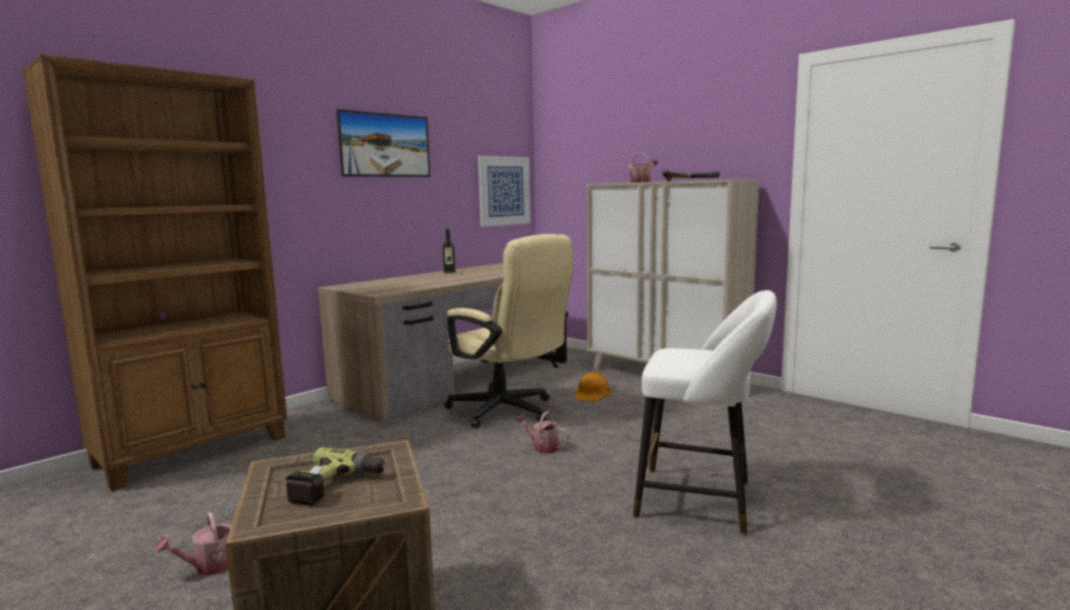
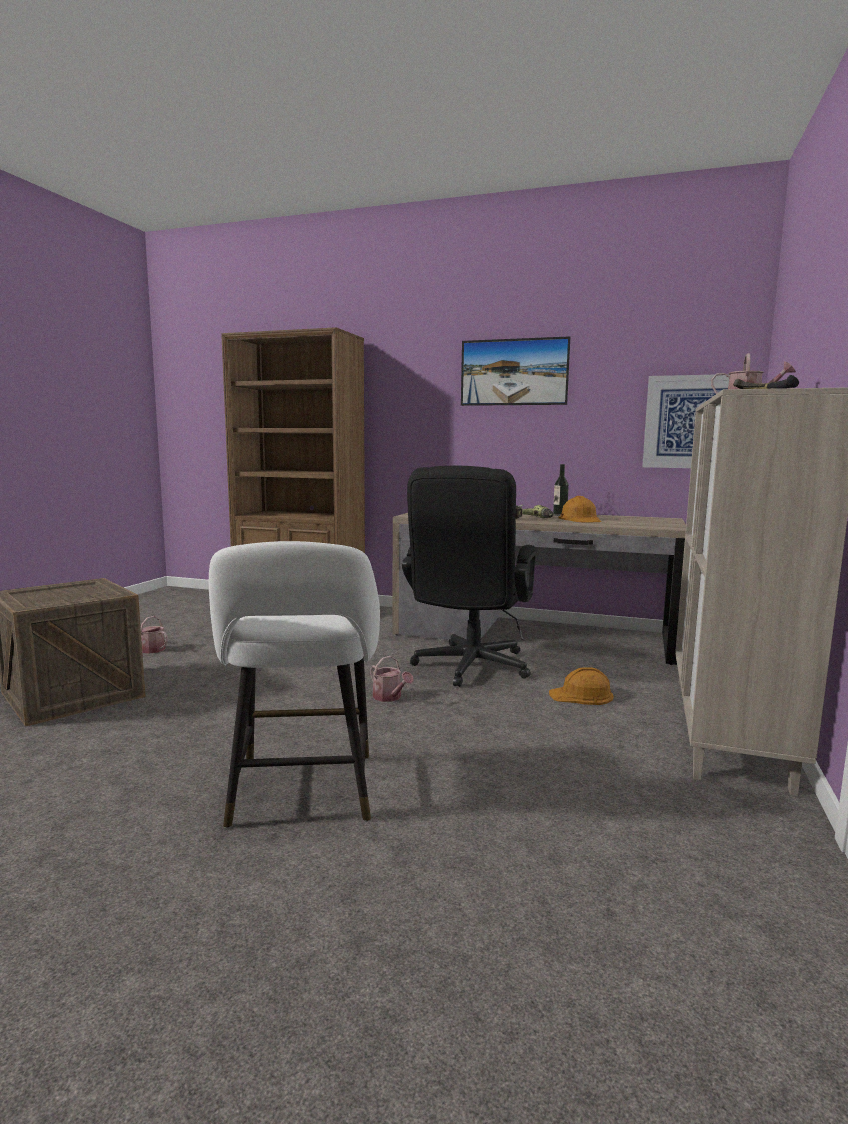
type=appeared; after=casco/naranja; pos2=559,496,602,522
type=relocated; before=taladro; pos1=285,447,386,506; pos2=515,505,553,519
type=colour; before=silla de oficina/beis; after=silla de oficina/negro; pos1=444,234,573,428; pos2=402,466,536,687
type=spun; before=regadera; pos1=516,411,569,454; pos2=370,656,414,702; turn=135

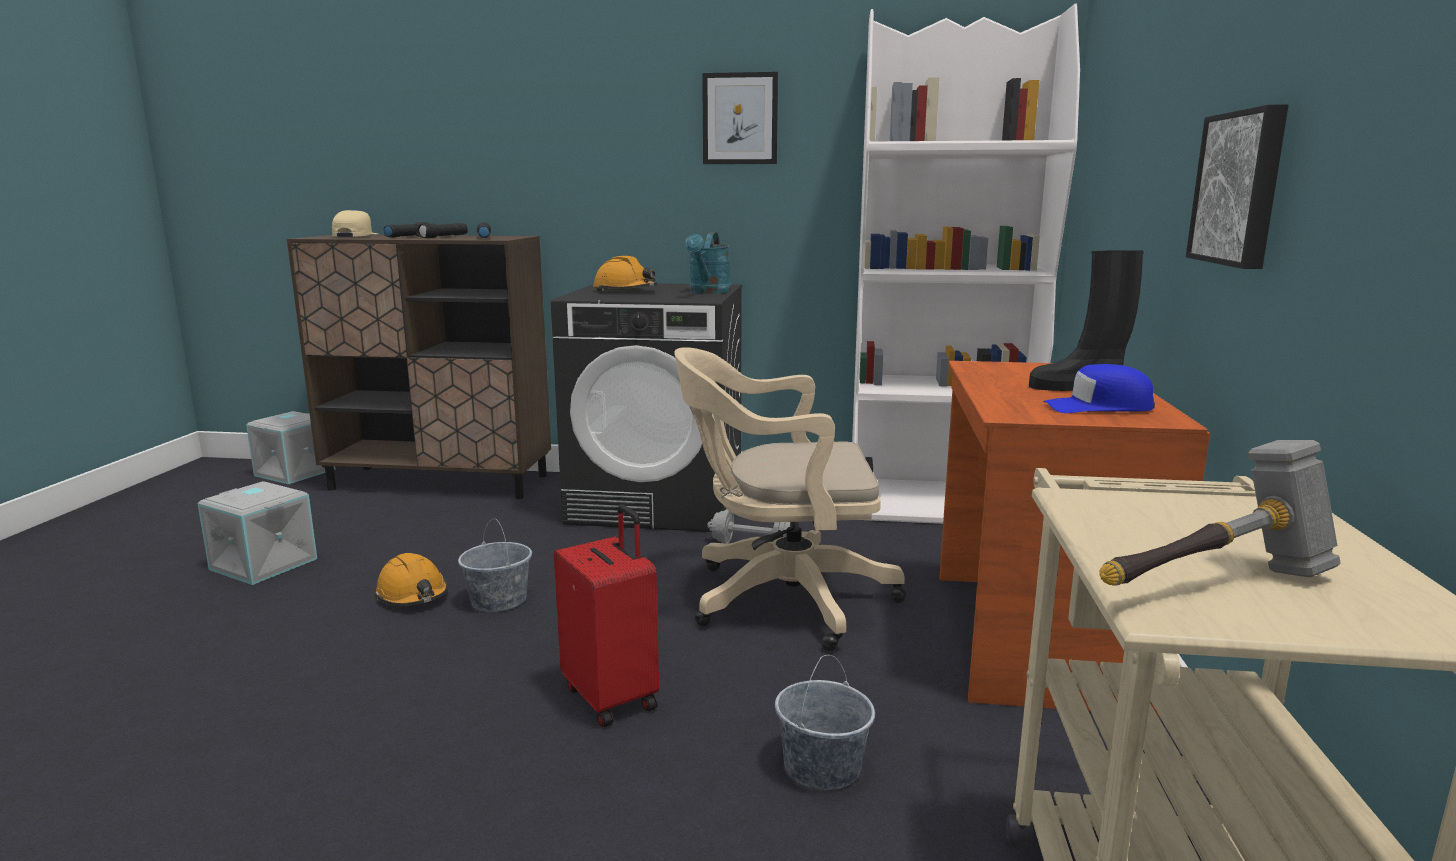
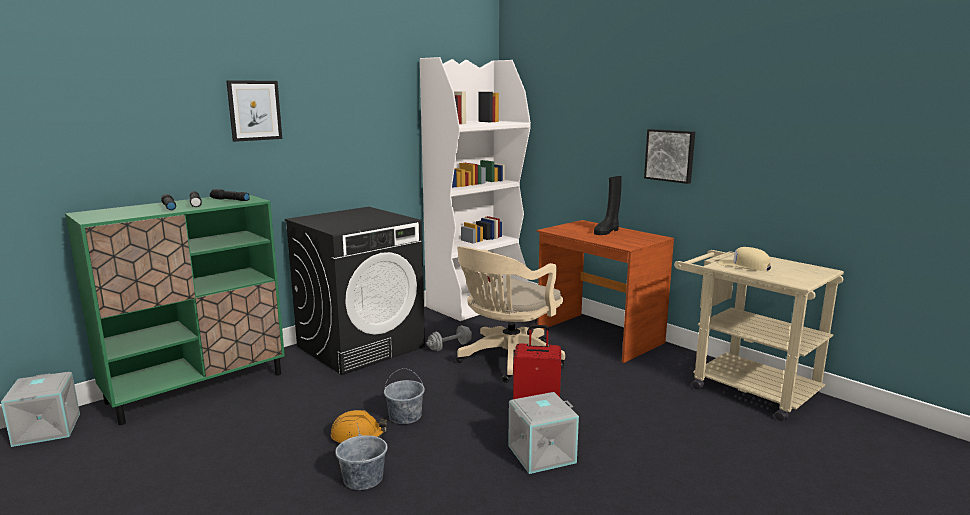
type=missing; before=casco/naranja; pos1=593,256,657,291
type=missing; before=regadera/turquesa; pos1=685,232,731,294
type=missing; before=gorra/azul; pos1=1043,364,1155,413
type=missing; before=martillo; pos1=1100,440,1341,586
type=relocated; before=caja de almacenaje/gris; pos1=197,481,317,585; pos2=508,392,579,474
type=relocated; before=gorra/beis; pos1=332,210,381,237; pos2=720,247,771,271
type=relocated; before=cuadro; pos1=702,72,778,164; pos2=226,80,282,142
type=relocated; before=cubo/gris; pos1=775,655,875,790; pos2=335,423,387,490
type=colour; before=armario/marrón; after=armario/verde; pos1=287,235,551,499; pos2=65,195,285,425

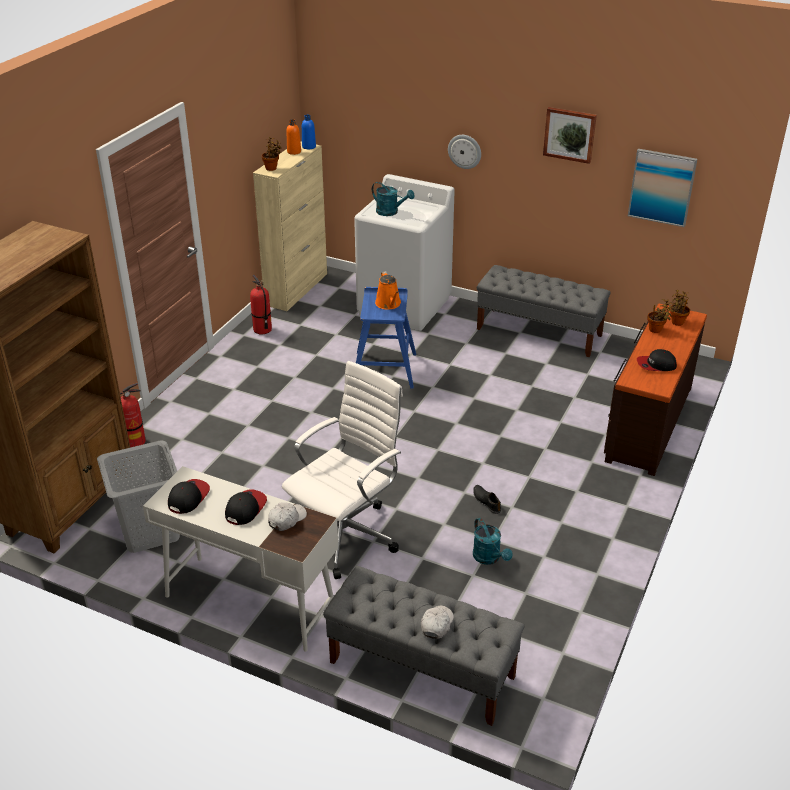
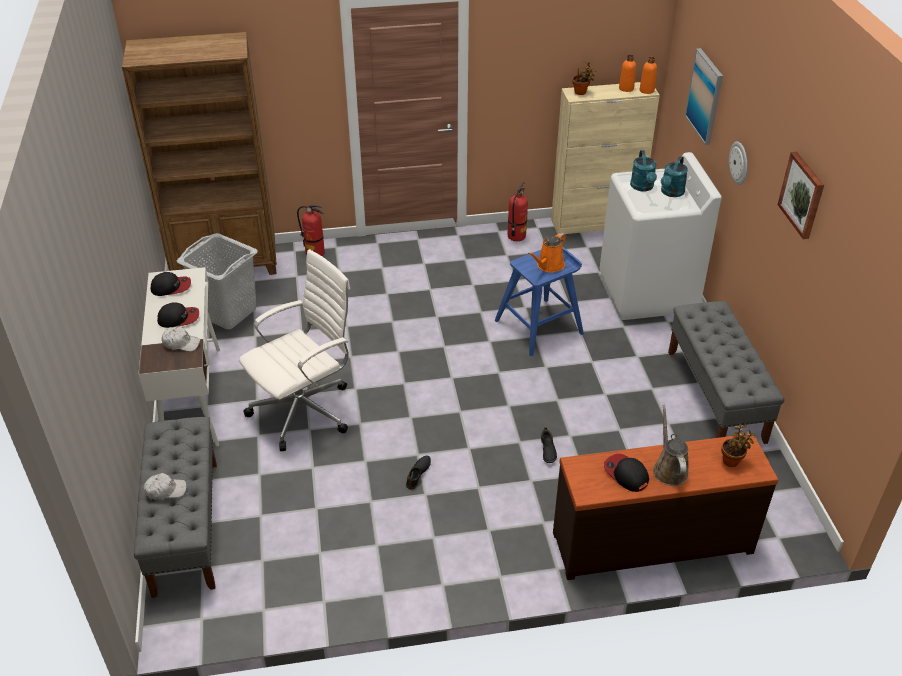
type=missing; before=planta en maceta; pos1=647,299,674,333
type=appeared; after=zapato/negro; pos2=541,427,557,463
type=appeared; after=regadera/marrón; pos2=653,405,689,486
type=relocated; before=regadera/turquesa; pos1=473,518,513,565; pos2=661,156,688,197
type=relocated; before=cuadro; pos1=628,149,697,227; pos2=685,48,723,145
type=colour; before=botella/azul; after=botella/naranja; pos1=302,115,316,149; pos2=640,57,657,94
type=spun; before=silla de oficina/blanco; pos1=282,361,403,579; pos2=239,249,350,451; turn=-45

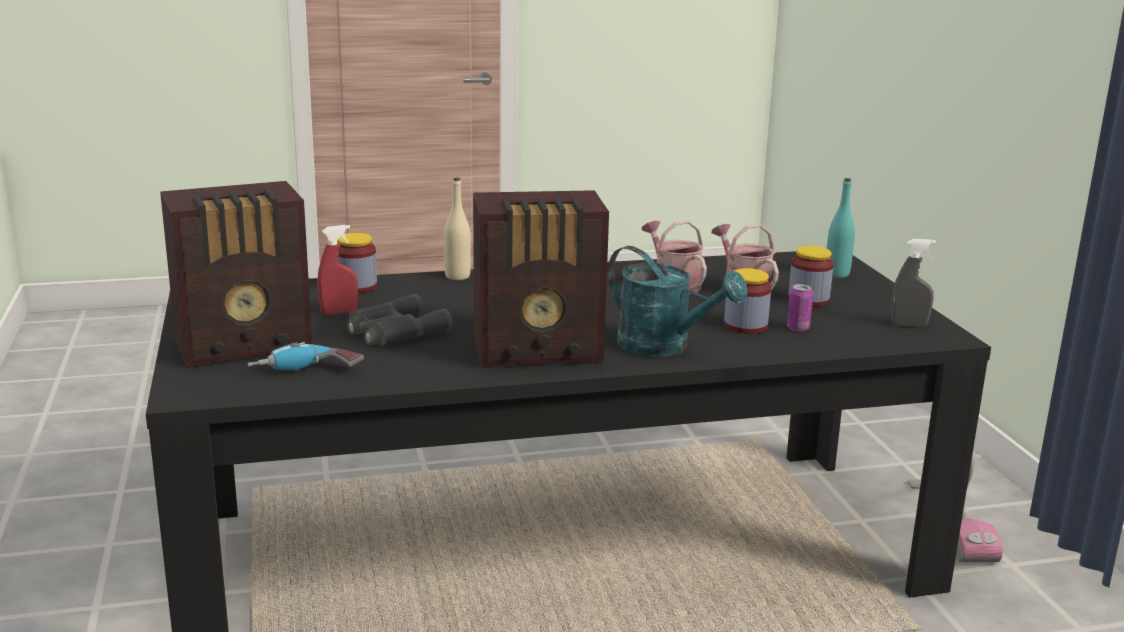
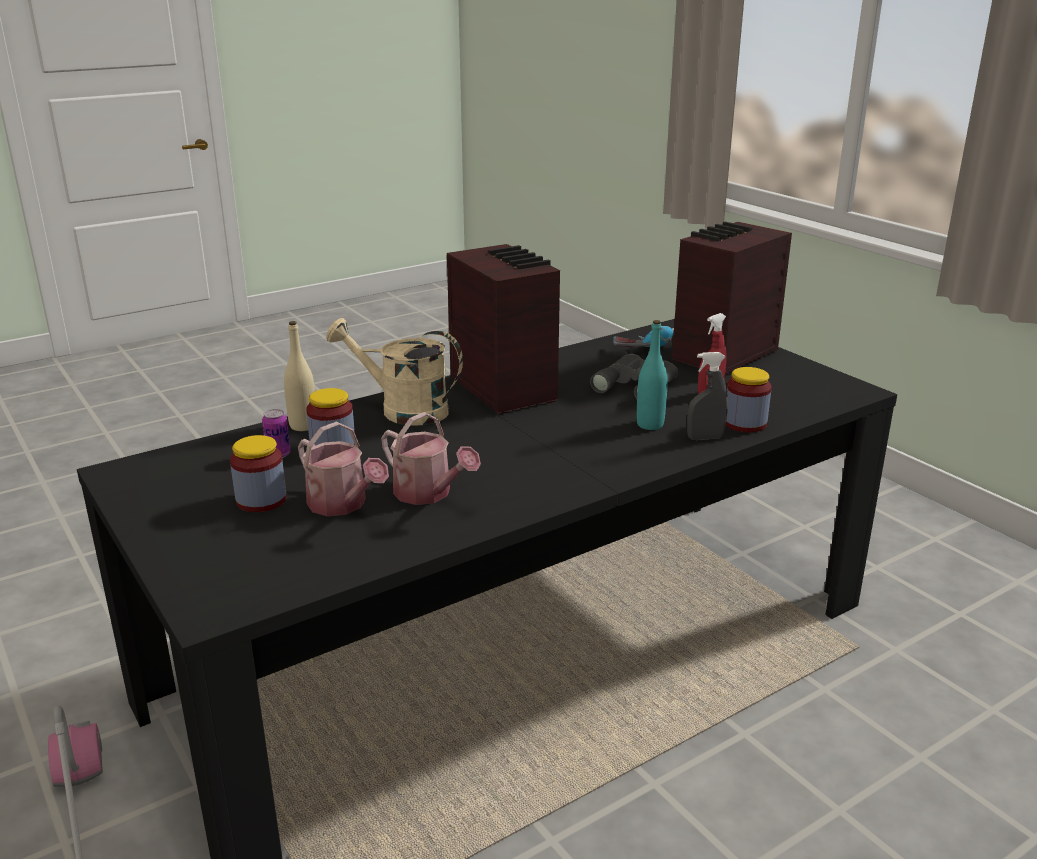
type=relocated; before=botella/beis; pos1=444,177,471,280; pos2=284,321,315,431
type=relocated; before=botella/turquesa; pos1=827,178,855,278; pos2=637,320,668,430
type=relocated; before=pulverizador/gris; pos1=891,239,936,327; pos2=687,352,728,440
type=colour; before=regadera/turquesa; after=regadera/beis; pos1=608,246,748,357; pos2=326,318,463,425
type=spun; before=radio; pos1=473,190,609,368; pos2=447,244,560,414; turn=90

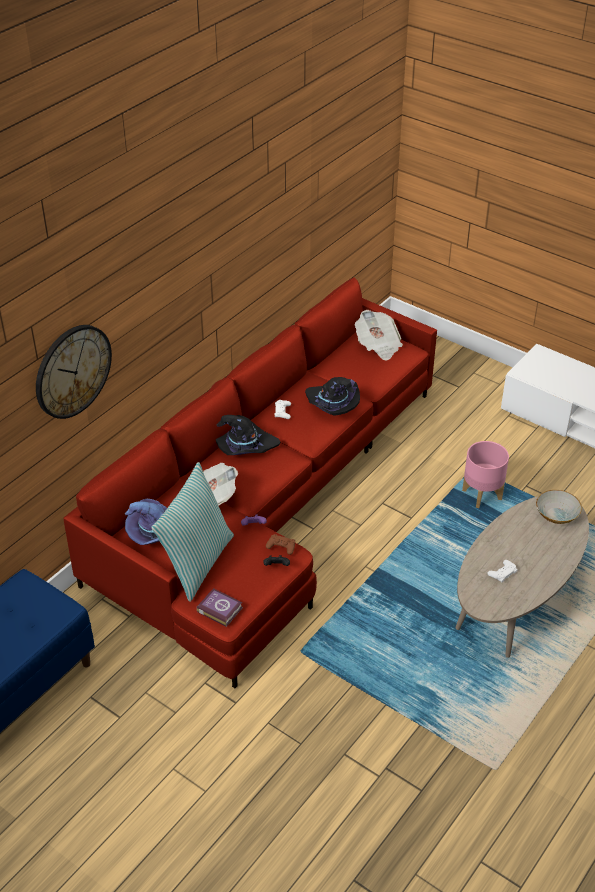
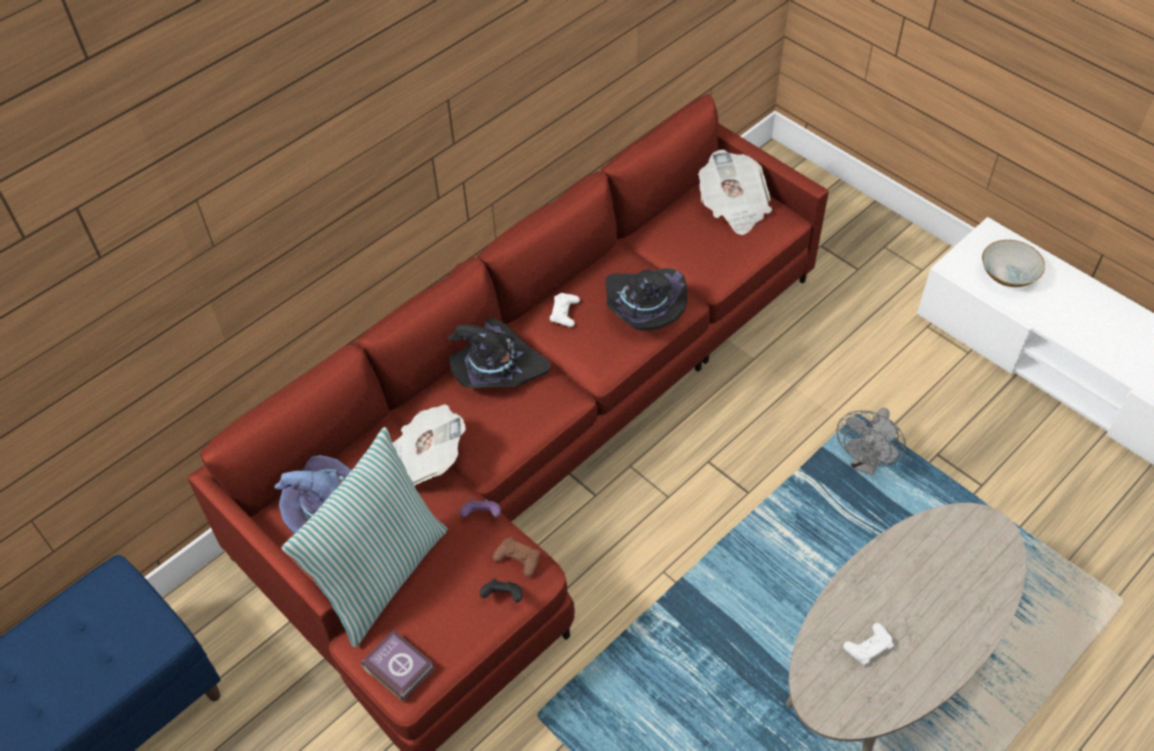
type=missing; before=reloj de pared; pos1=36,325,112,419
type=relocated; before=cuenco; pos1=536,490,582,524; pos2=982,240,1045,287
type=exchanged; before=maceta/rosa; after=ventilador/gris; pos1=462,441,509,508; pos2=837,408,906,476

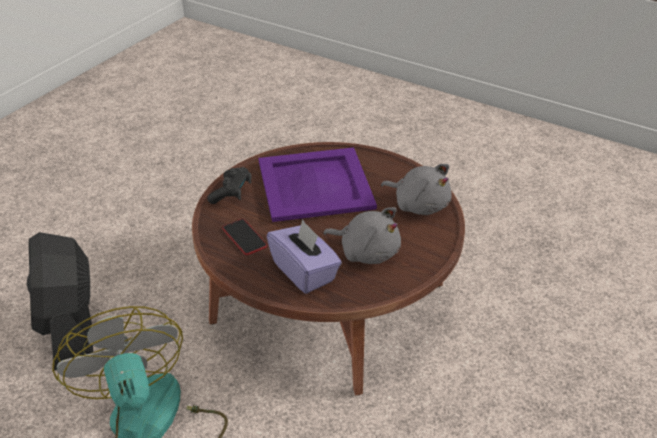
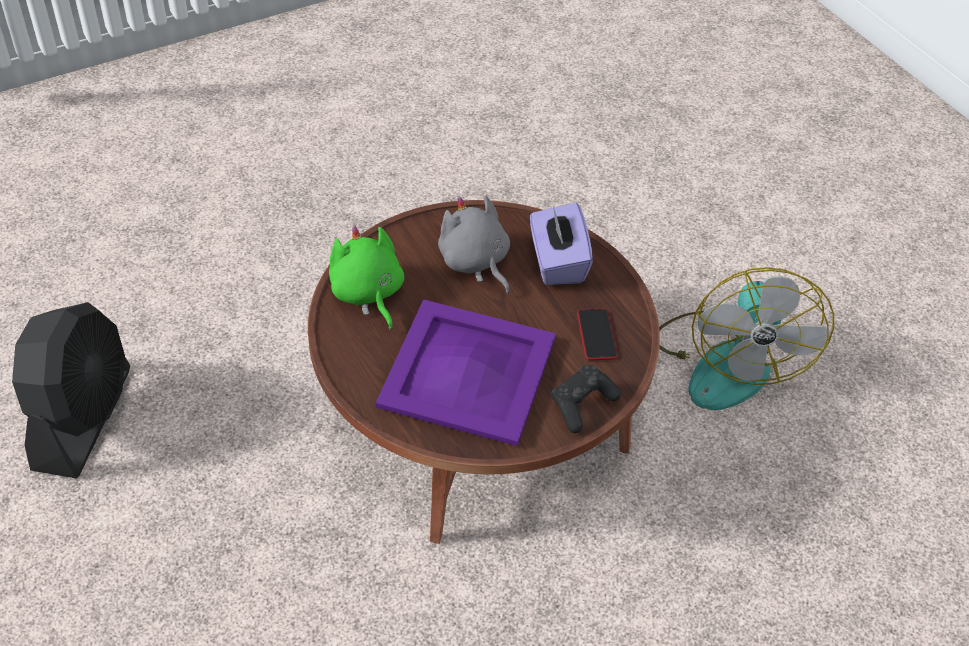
type=relocated; before=ventilador/negro; pos1=27,232,93,371; pos2=12,302,130,478
type=colour; before=peluche/gris; after=peluche/verde; pos1=381,164,452,215; pos2=329,226,404,330

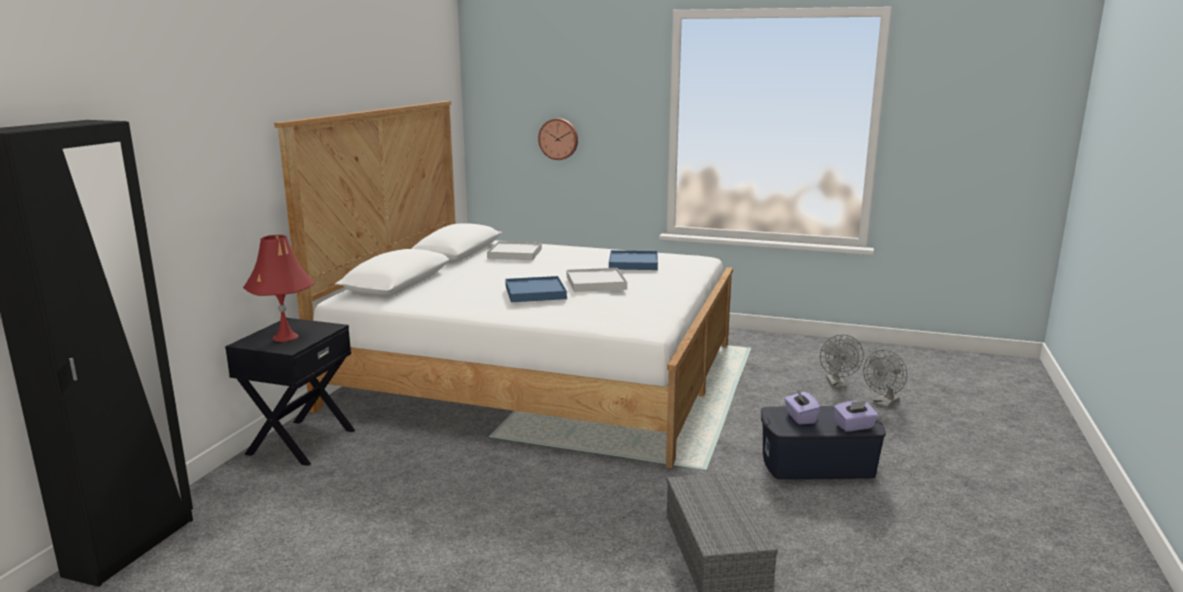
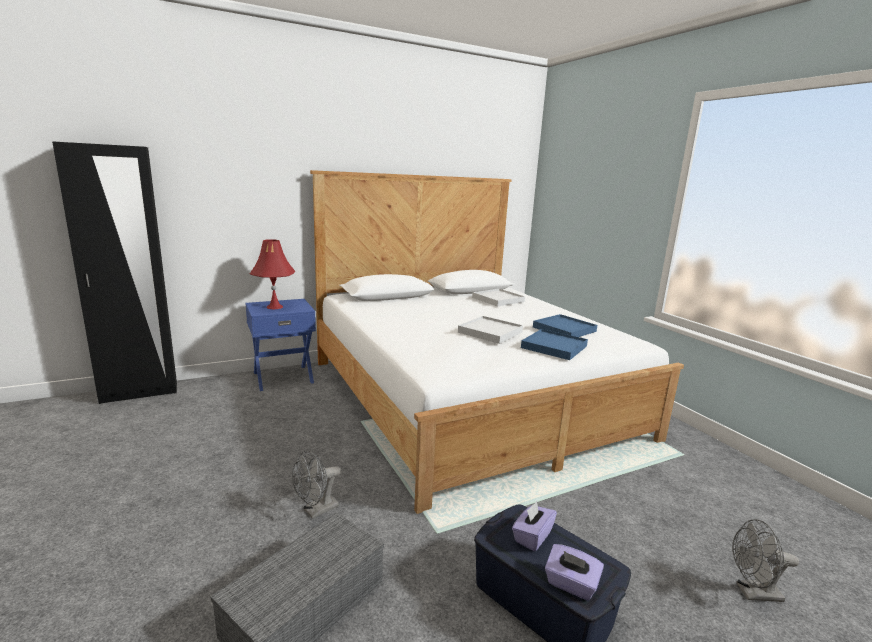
type=missing; before=reloj de pared; pos1=538,118,578,160
type=relocated; before=bandeja/azul; pos1=505,276,567,302; pos2=521,329,588,360
type=relocated; before=ventilador/gris; pos1=820,334,864,388; pos2=292,450,341,519
type=colour; before=mesita de noche/negro; after=mesita de noche/azul; pos1=225,318,355,466; pos2=245,299,316,391

